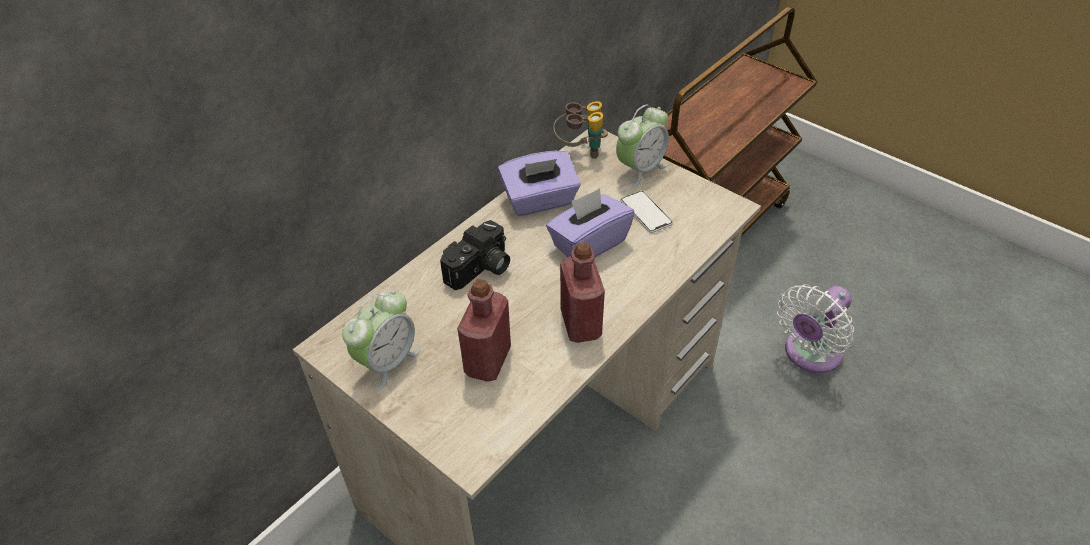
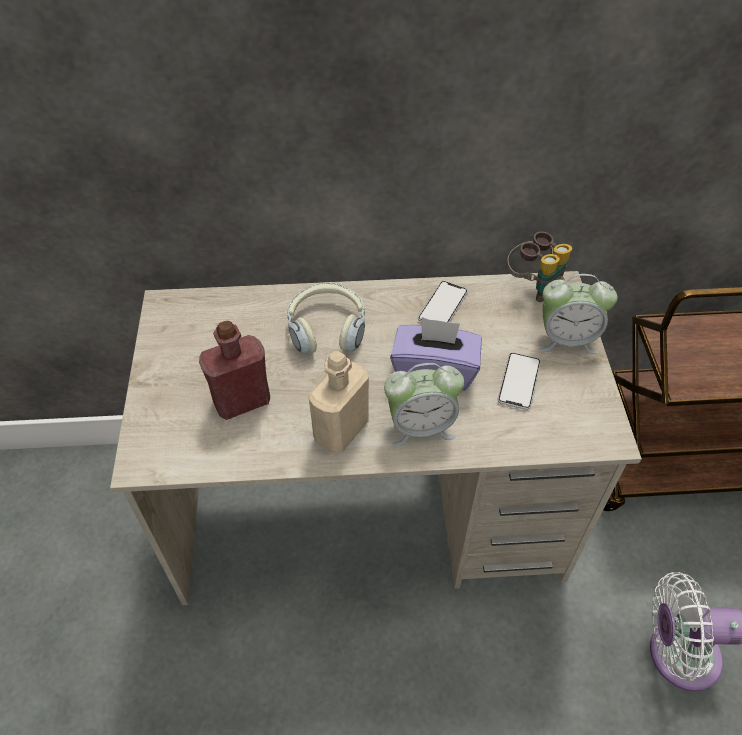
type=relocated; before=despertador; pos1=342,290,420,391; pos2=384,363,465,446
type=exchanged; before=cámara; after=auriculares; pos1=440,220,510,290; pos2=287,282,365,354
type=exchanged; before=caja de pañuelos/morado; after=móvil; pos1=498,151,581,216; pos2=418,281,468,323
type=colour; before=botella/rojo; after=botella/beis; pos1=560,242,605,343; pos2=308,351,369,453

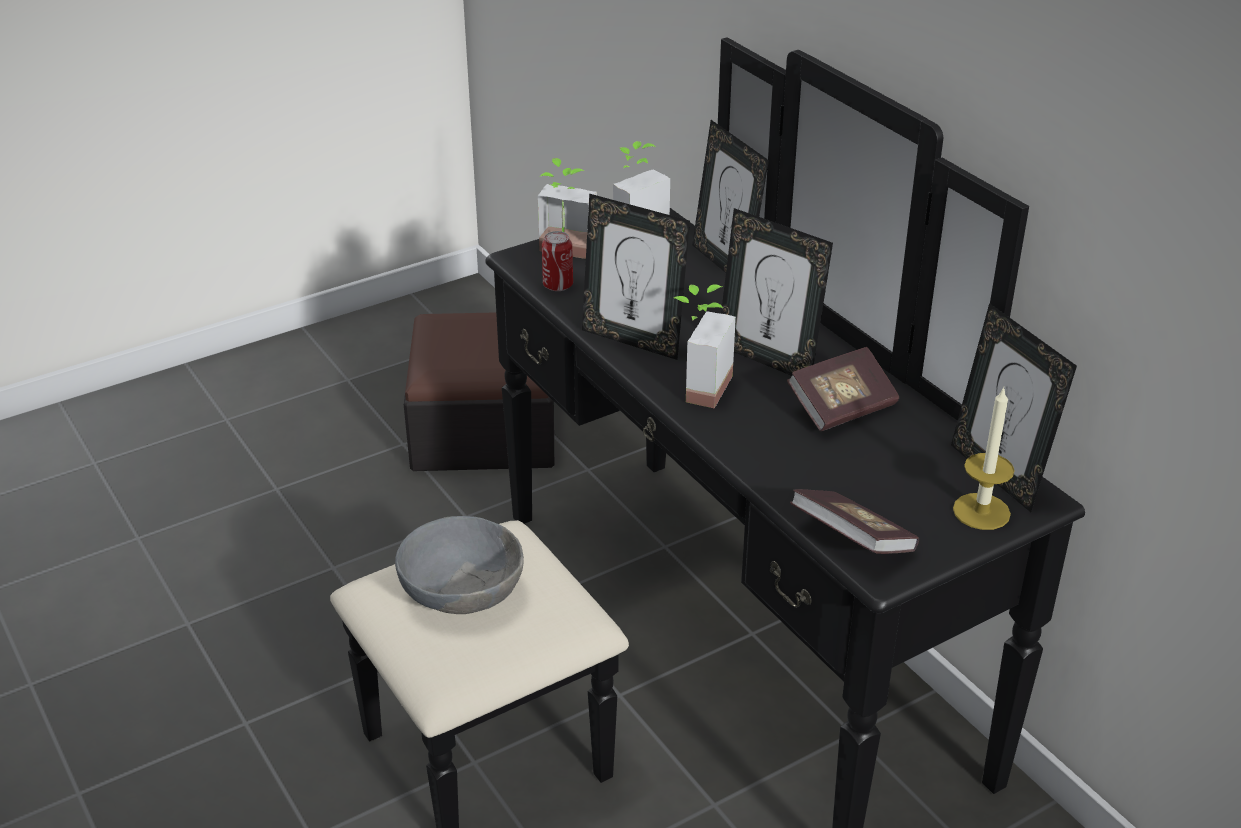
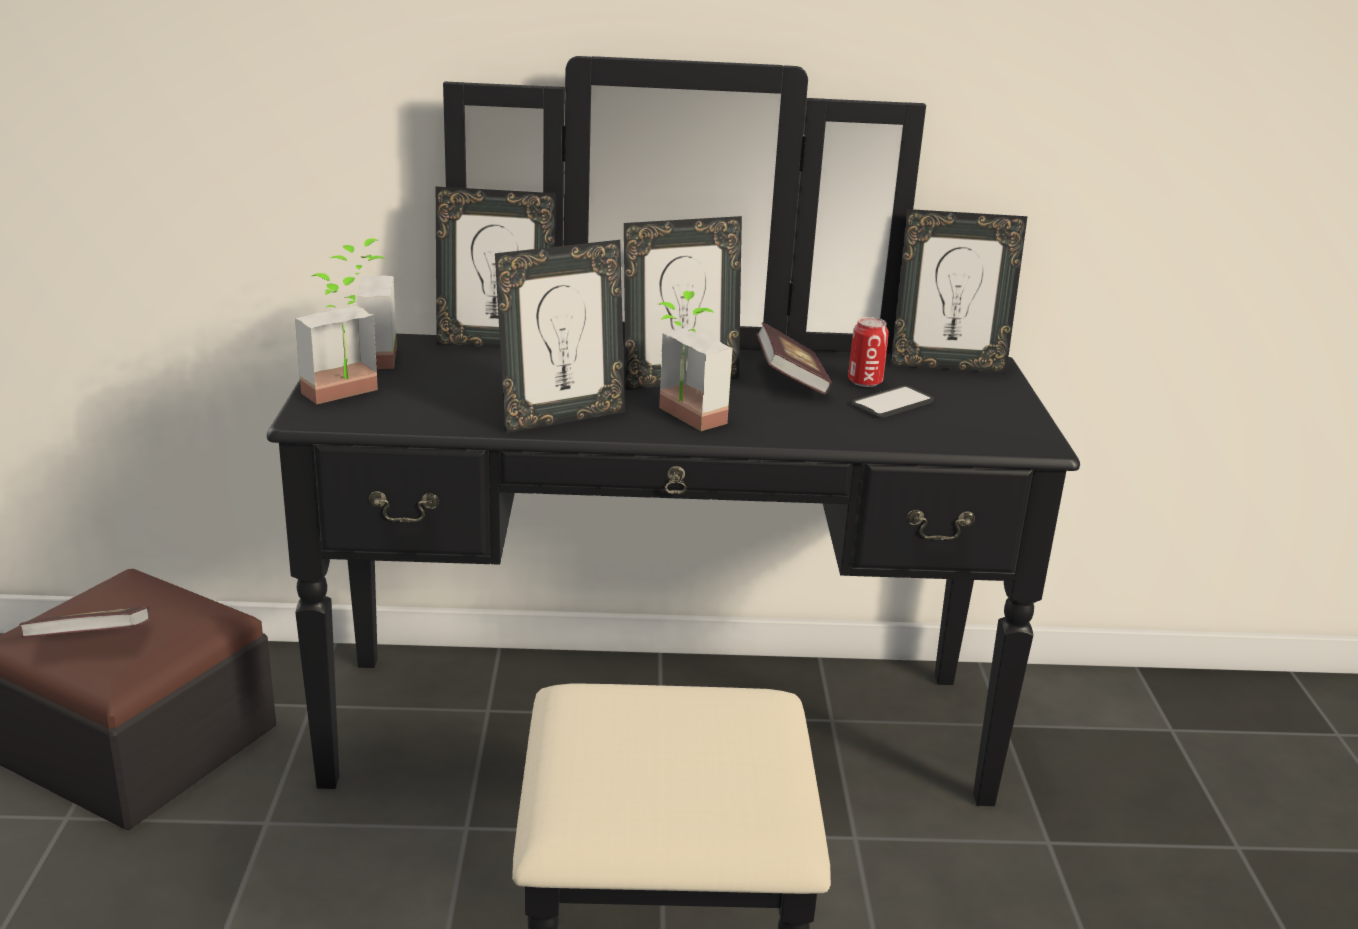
type=missing; before=cuenco/gris; pos1=395,516,524,614
type=missing; before=vela; pos1=953,386,1015,530
type=appeared; after=móvil; pos2=851,385,934,418
type=relocated; before=lata; pos1=542,231,573,291; pos2=848,317,889,387
type=relocated; before=libro; pos1=790,489,919,554; pos2=19,607,150,638

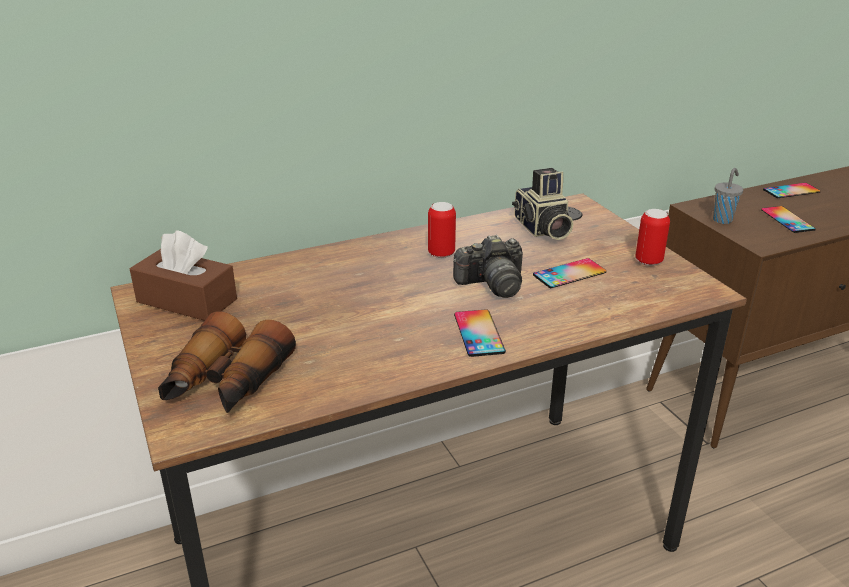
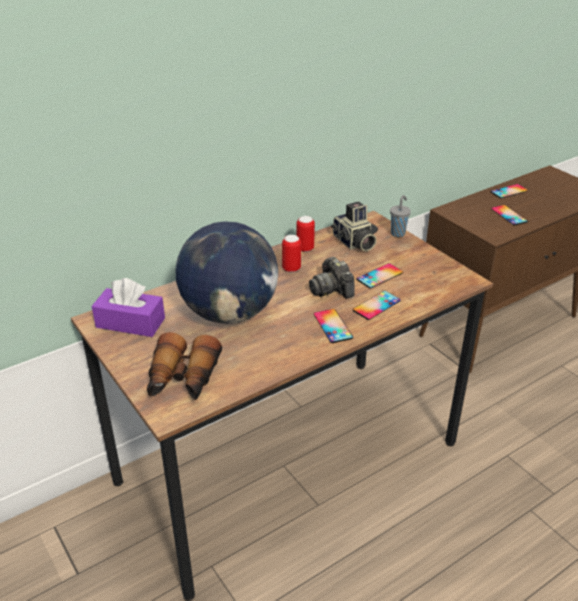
type=appeared; after=globo terráqueo; pos2=176,222,278,324
type=appeared; after=móvil; pos2=352,291,401,320
type=relocated; before=lata; pos1=635,209,670,266; pos2=296,216,315,252
type=relocated; before=taza/gris; pos1=713,168,743,224; pos2=390,195,411,237
type=colour; before=caja de pañuelos/marrón; after=caja de pañuelos/morado; pos1=130,230,237,321; pos2=92,278,165,337
type=spun; before=cámara; pos1=453,235,523,298; pos2=309,257,355,299; turn=90

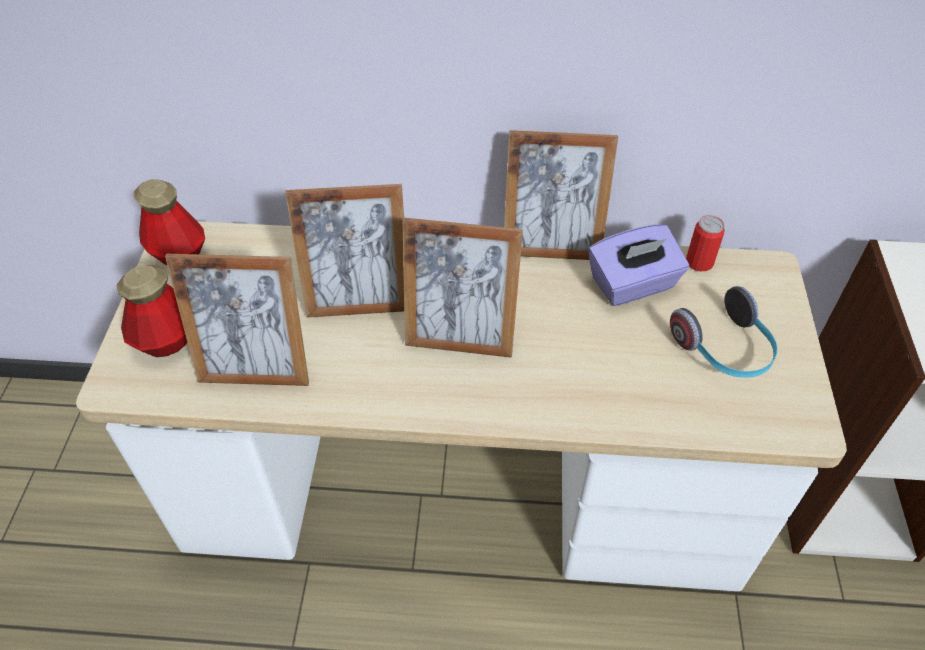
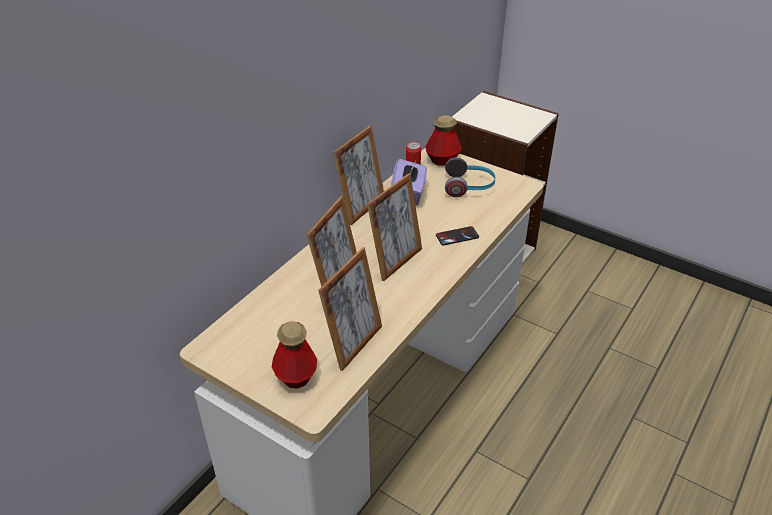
type=appeared; after=móvil; pos2=436,226,479,245
type=relocated; before=botella; pos1=134,179,205,265; pos2=425,115,462,166

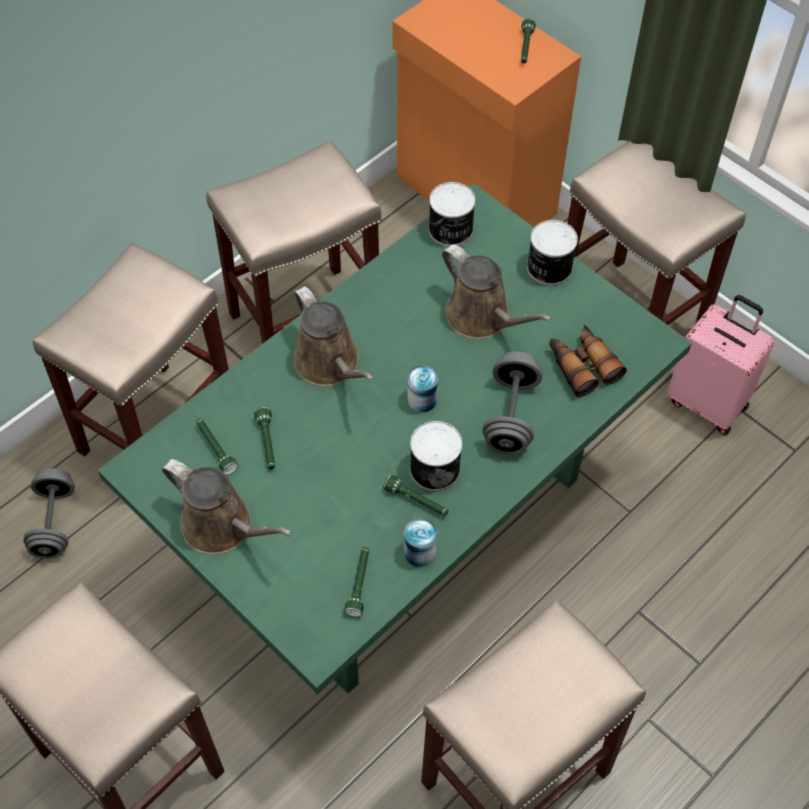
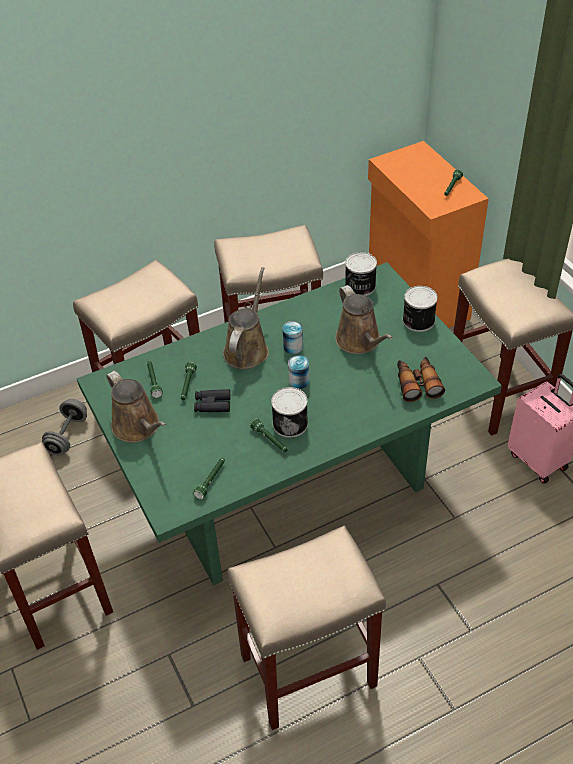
type=missing; before=mancuerna/gris; pos1=483,351,542,455
type=appeared; after=prismáticos/negro; pos2=194,389,230,412
type=relocated; before=lata; pos1=404,519,437,567; pos2=283,321,303,354
type=spun; before=regadera/marrón; pos1=294,286,374,387; pos2=223,267,269,369; turn=-150

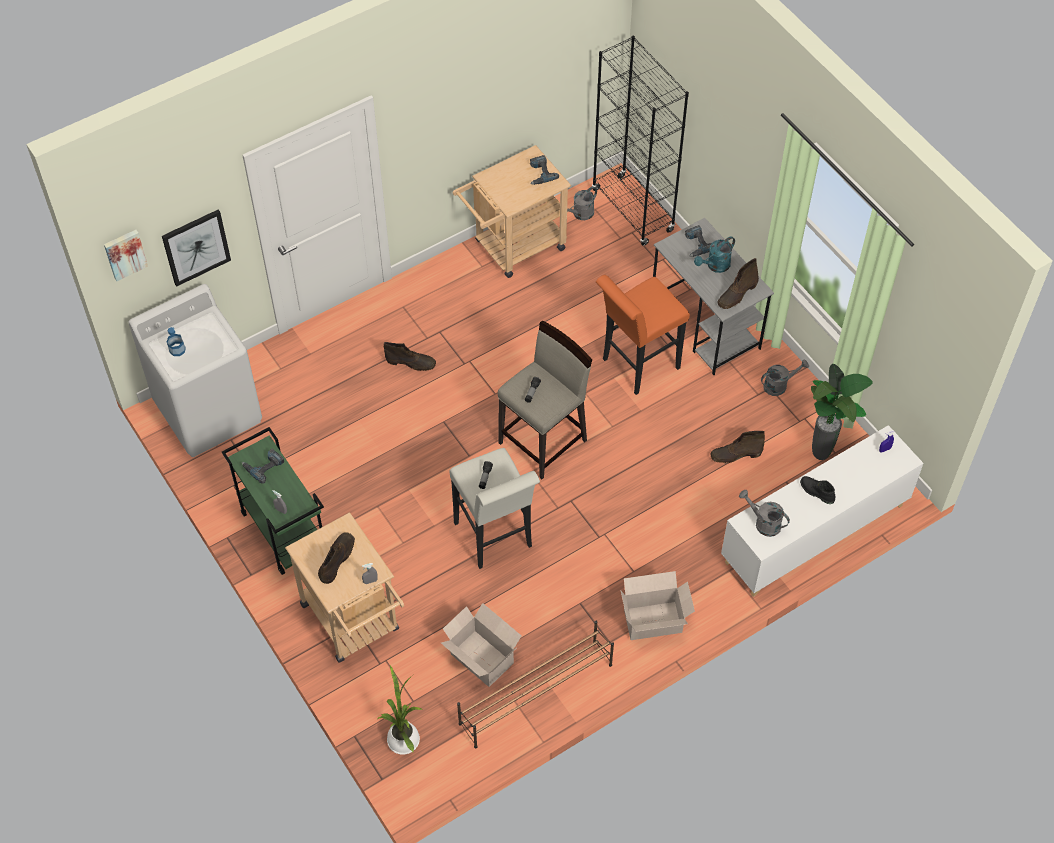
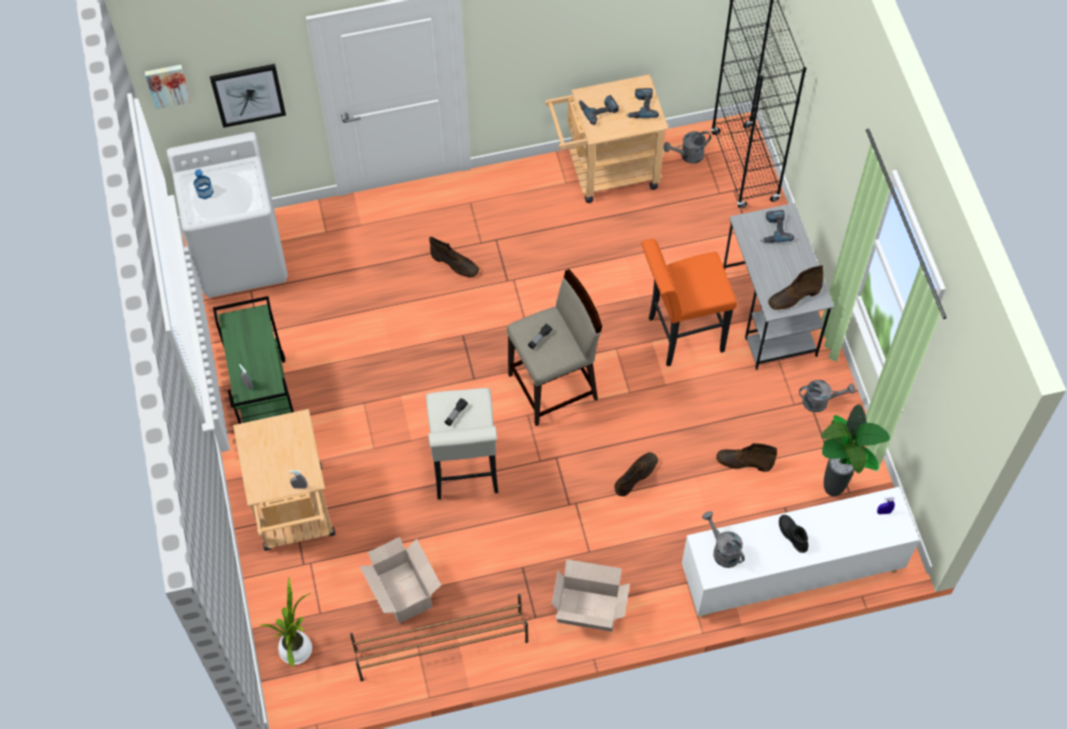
type=missing; before=regadera/turquesa; pos1=694,236,735,273
type=relocated; before=taladro; pos1=242,449,284,484; pos2=579,95,619,125
type=relocated; before=bota/marrón; pos1=318,532,355,584; pos2=614,452,658,496

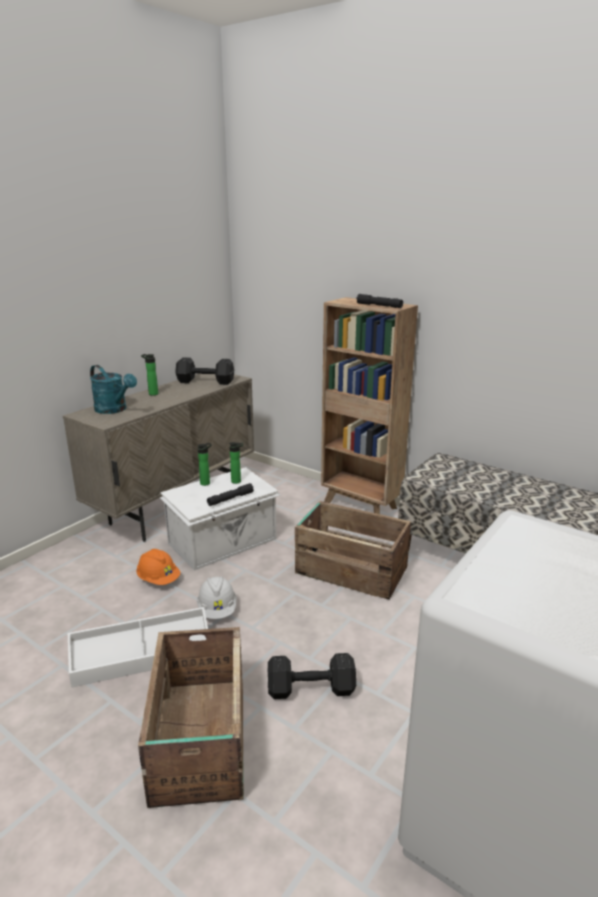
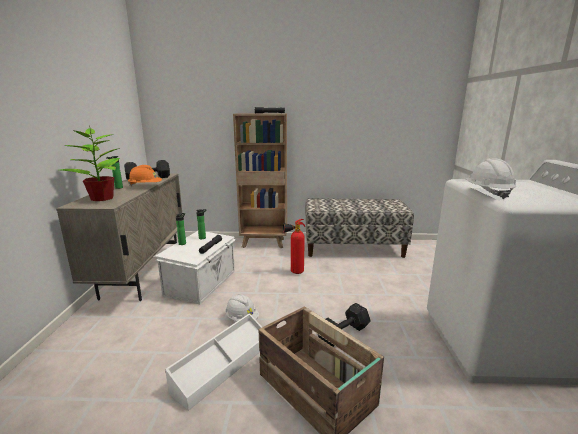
type=appeared; after=casco/blanco; pos2=466,159,516,199
type=relocated; before=casco/naranja; pos1=136,549,180,585; pos2=128,165,162,187
type=exchanged; before=regadera/turquesa; after=planta en maceta; pos1=90,365,137,414; pos2=60,126,120,201
type=exchanged; before=caja de embalaje; after=extintor; pos1=295,501,411,600; pos2=283,219,305,274

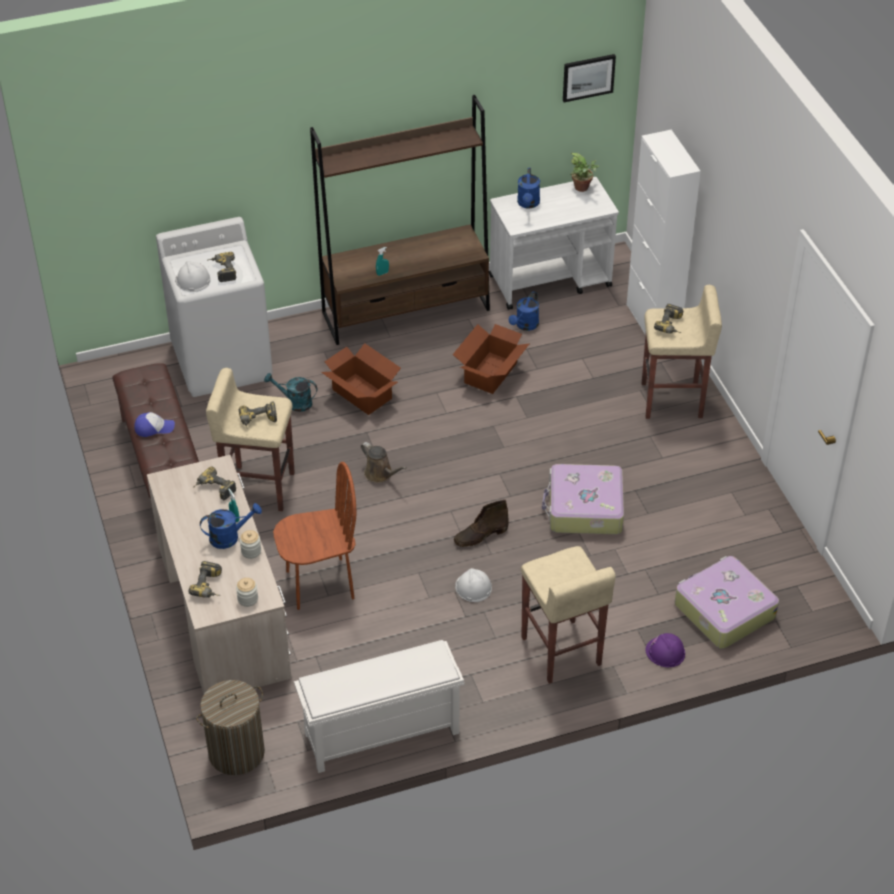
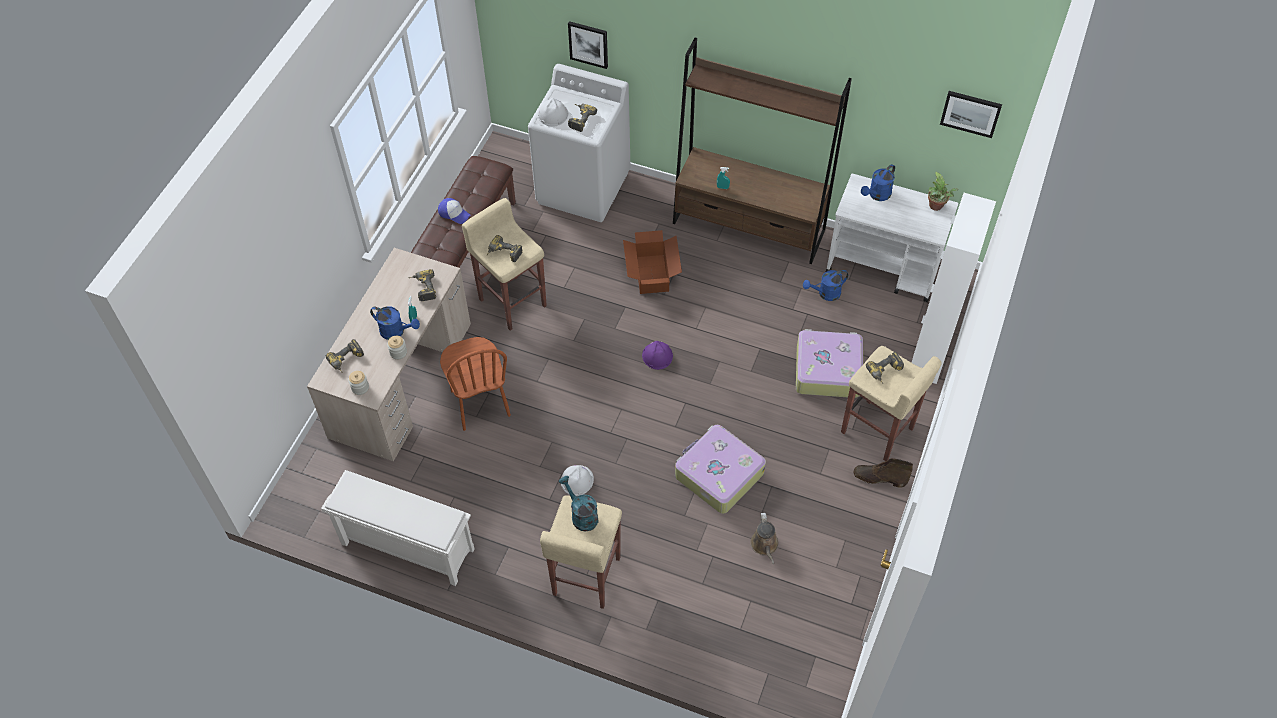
type=missing; before=cesto de la ropa; pos1=196,680,265,775
type=missing; before=caja de cartón; pos1=453,324,529,394
type=appeared; after=cuadro; pos2=568,21,608,69
type=relocated; before=regadera/turquesa; pos1=264,373,317,412; pos2=559,476,599,531
type=relocated; before=regadera/marrón; pos1=361,442,407,483; pos2=750,513,778,564
type=relocated; before=bota/marrón; pos1=454,500,509,547; pos2=854,458,913,488
type=relocated; before=casco/morado; pos1=645,633,685,667; pos2=642,341,673,370
type=relocated; before=maleta; pos1=675,556,779,649; pos2=796,329,863,398
type=spun; before=silla/marrón; pos1=273,462,356,610; pos2=440,337,511,431; turn=45

